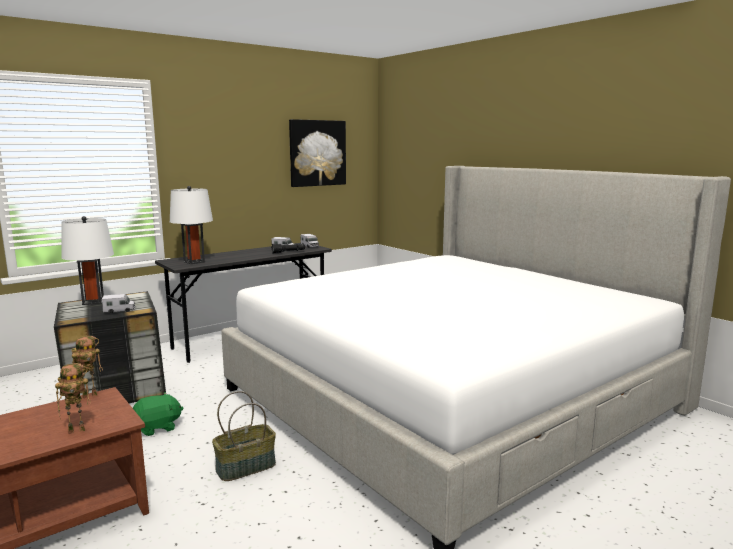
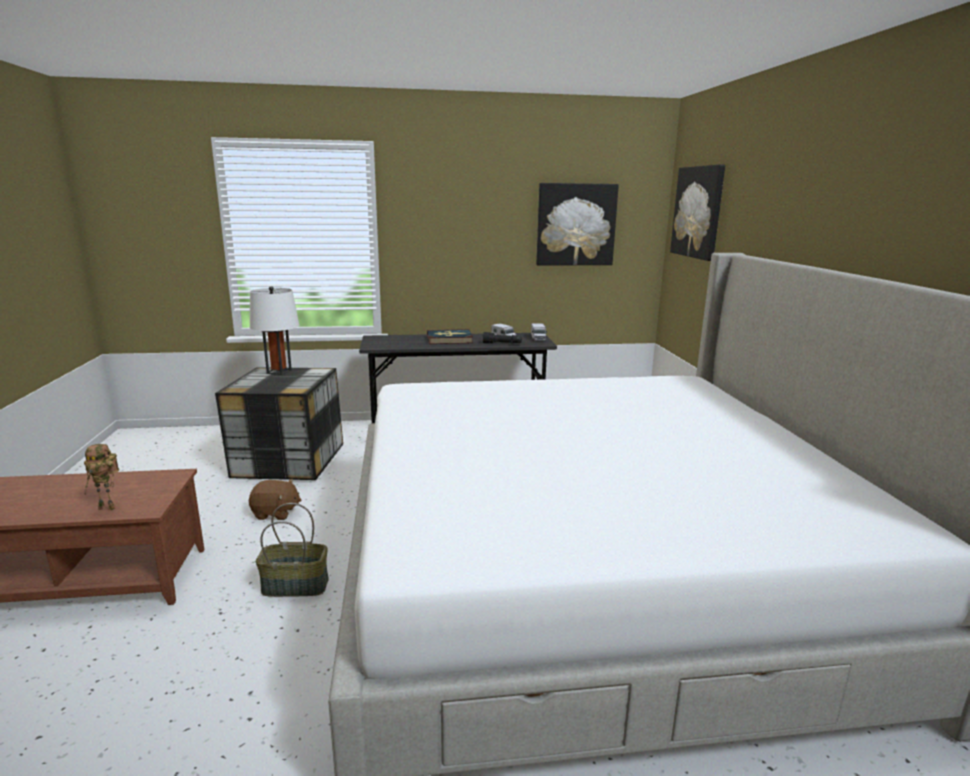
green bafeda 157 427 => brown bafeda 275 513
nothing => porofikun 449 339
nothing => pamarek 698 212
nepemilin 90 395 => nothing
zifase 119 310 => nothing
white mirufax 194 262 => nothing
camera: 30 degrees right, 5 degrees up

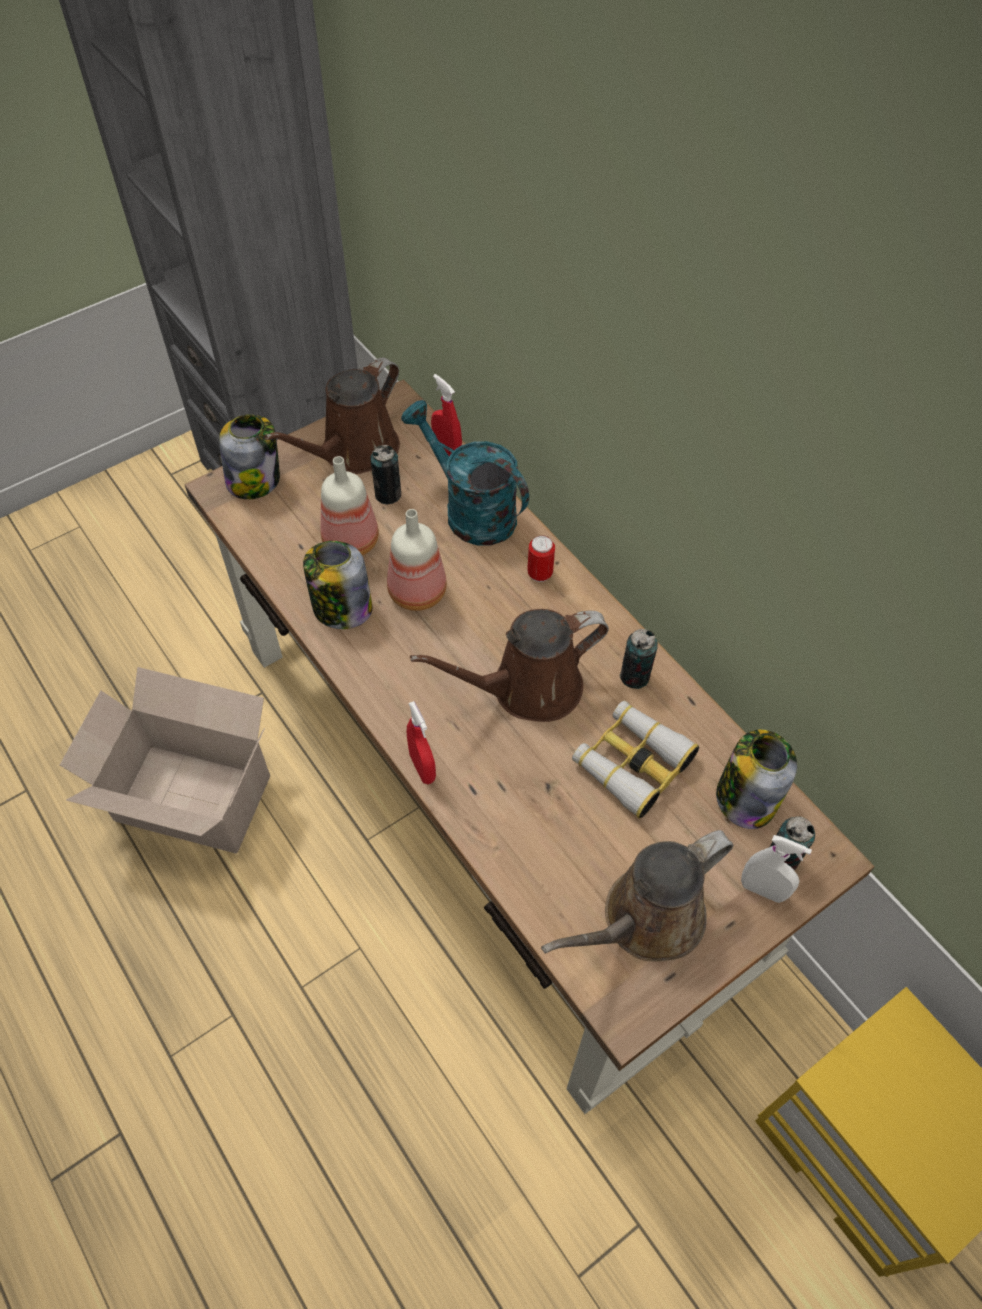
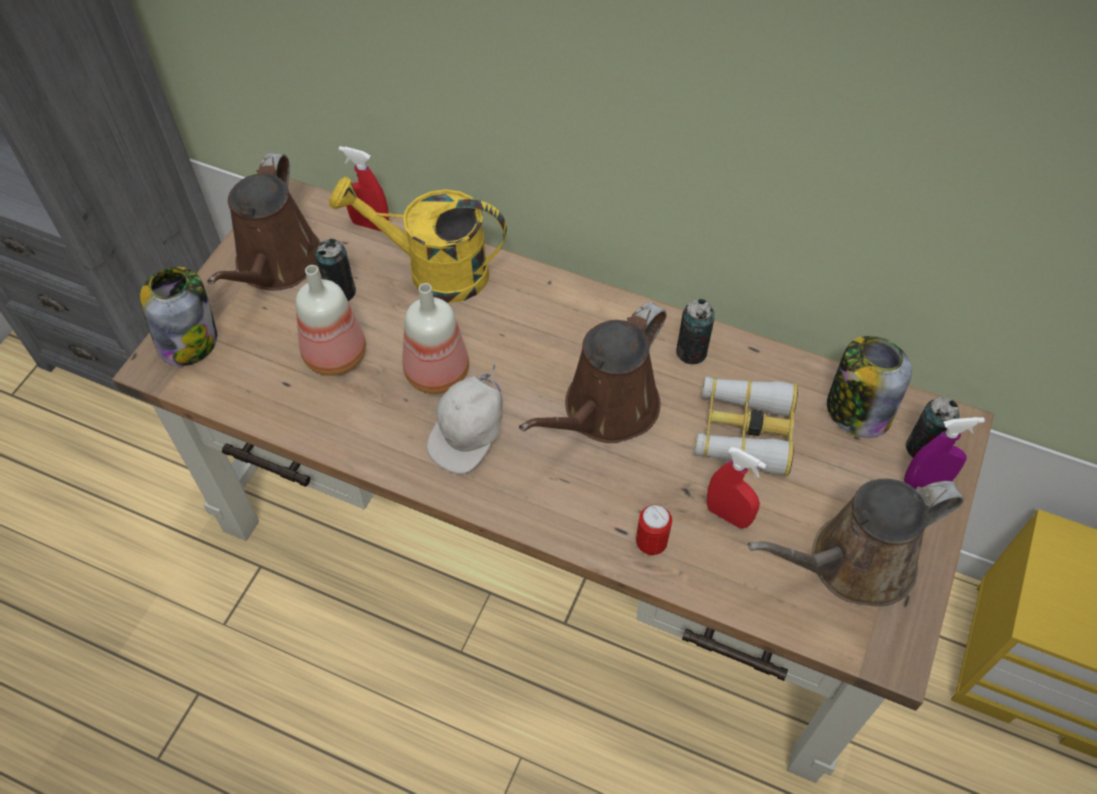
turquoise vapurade 470 510 => yellow vapurade 433 271
nothing => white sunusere 469 435
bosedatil 539 574 => bosedatil 651 543, moved
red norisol 422 768 => red norisol 728 515, moved
brown vapurade 645 920 => brown vapurade 852 564, 45 degrees clockwise
white norisol 763 890 => purple norisol 925 482
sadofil 189 796 => nothing
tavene 341 608 => nothing
camera: 30 degrees left, 0 degrees up

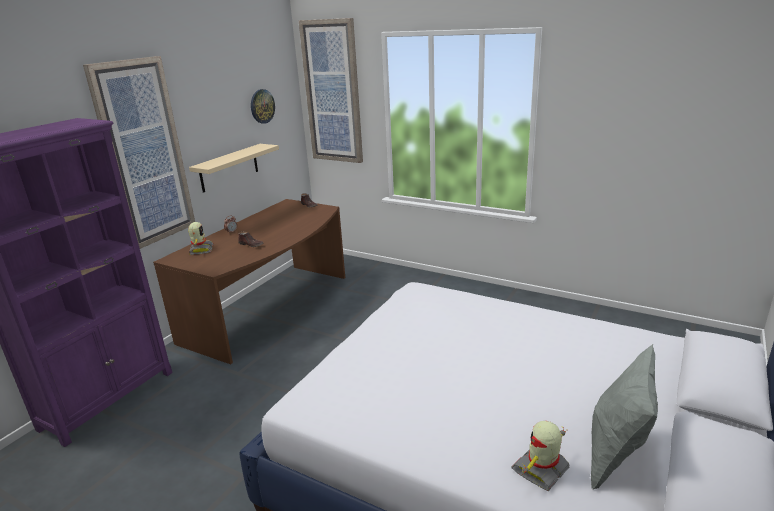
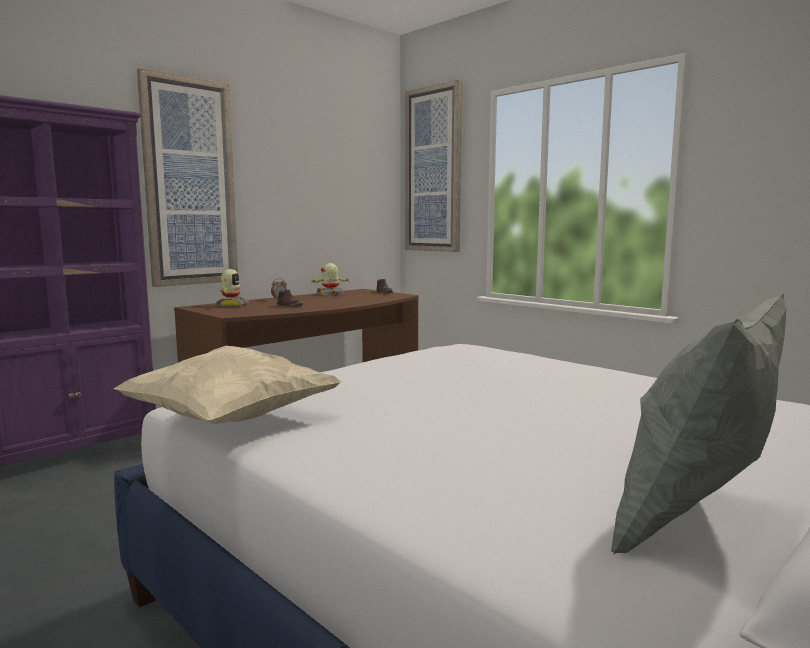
nothing => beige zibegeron 232 421
nepemilin 541 470 => nepemilin 330 294, moved
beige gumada 229 168 => nothing
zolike 262 106 => nothing
camera: 15 degrees right, 15 degrees down

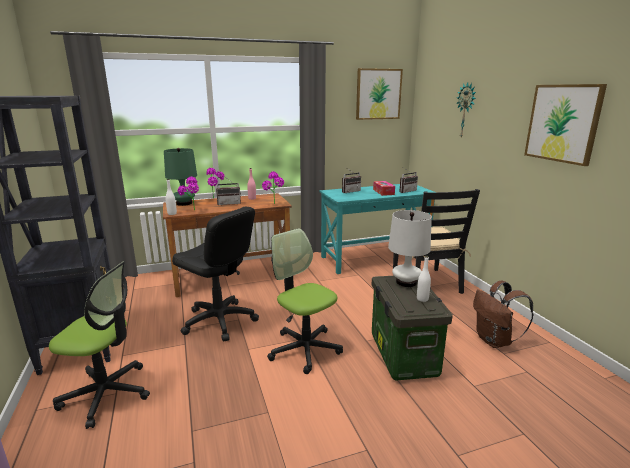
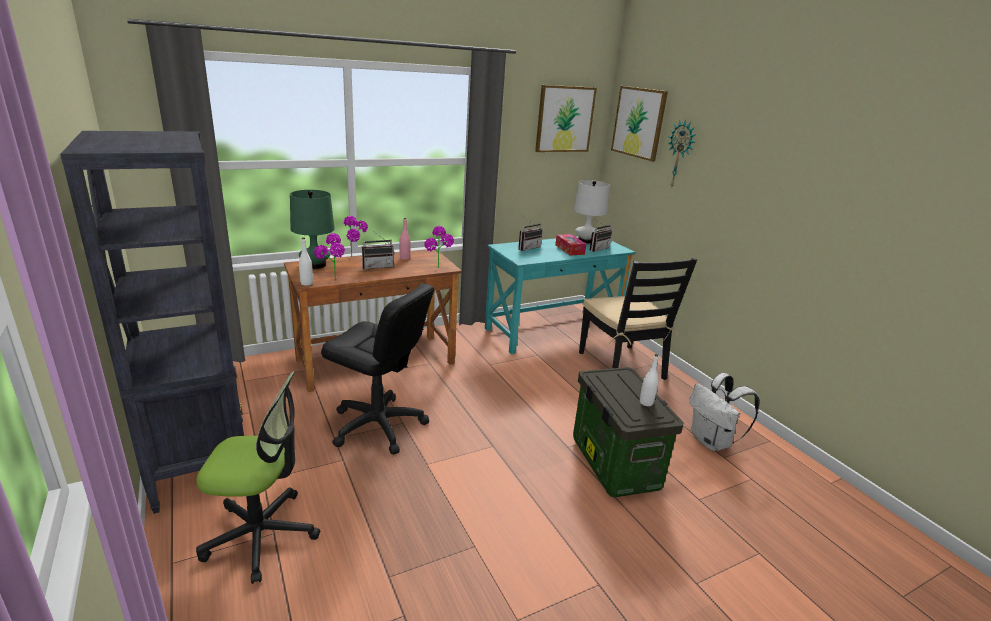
white mirufax 406 282 => white mirufax 586 240, moved
pamarek 563 123 => pamarek 639 122, moved
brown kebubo 495 341 => white kebubo 712 442
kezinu 305 349 => nothing
camera: 10 degrees left, 5 degrees up

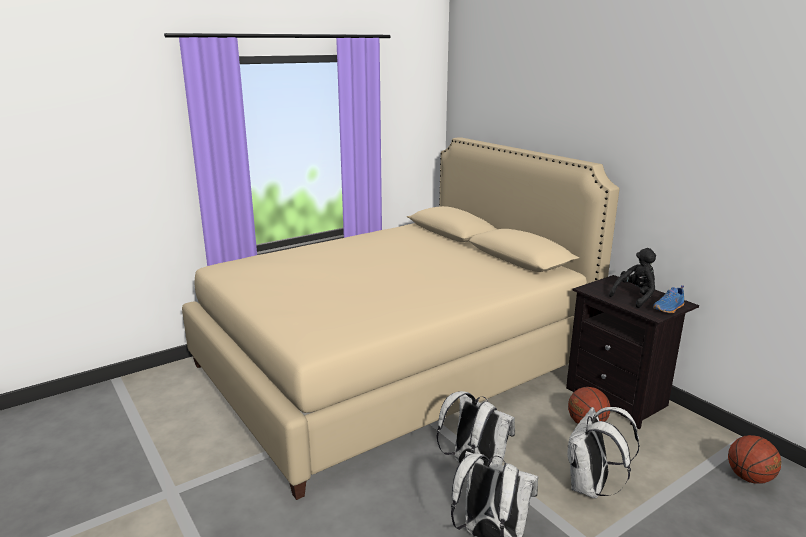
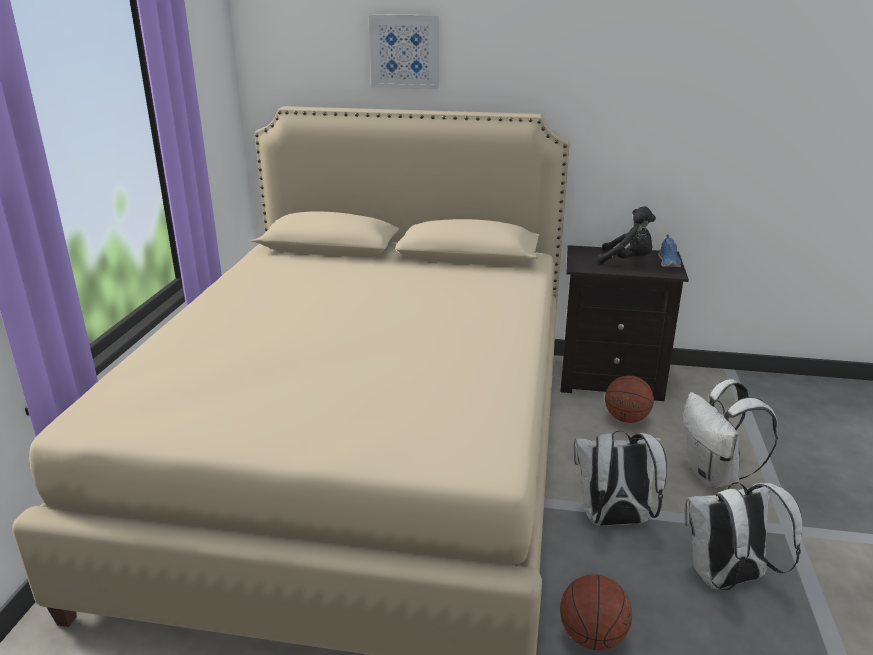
nothing => pamarek 404 51
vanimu 749 478 => vanimu 592 637, moved
black bafeda 635 297 => black bafeda 627 261, 105 degrees clockwise
camera: 45 degrees left, 5 degrees up

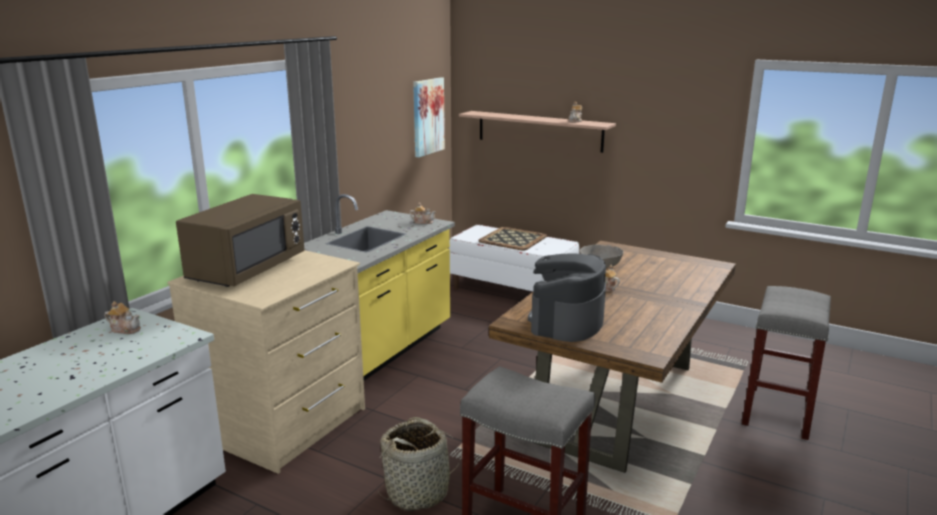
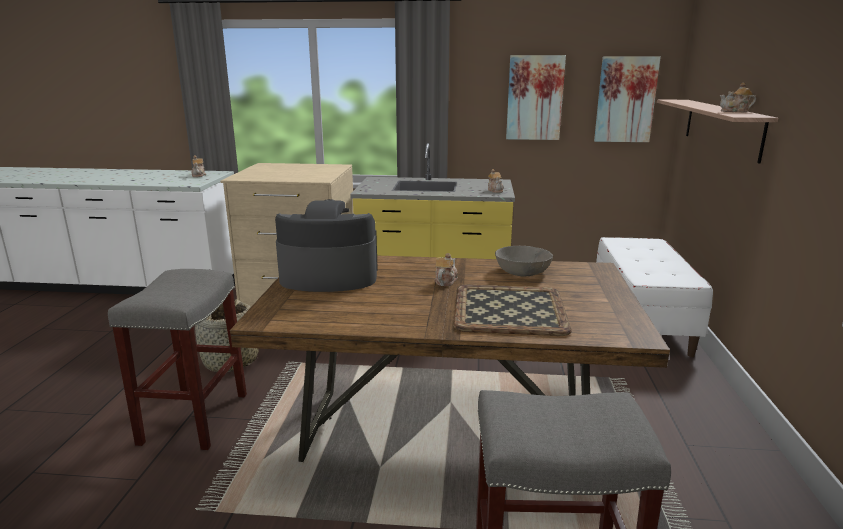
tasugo 512 239 => tasugo 510 309, moved
nothing => pamarek 534 98
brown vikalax 247 269 => nothing
camera: 65 degrees right, 0 degrees up

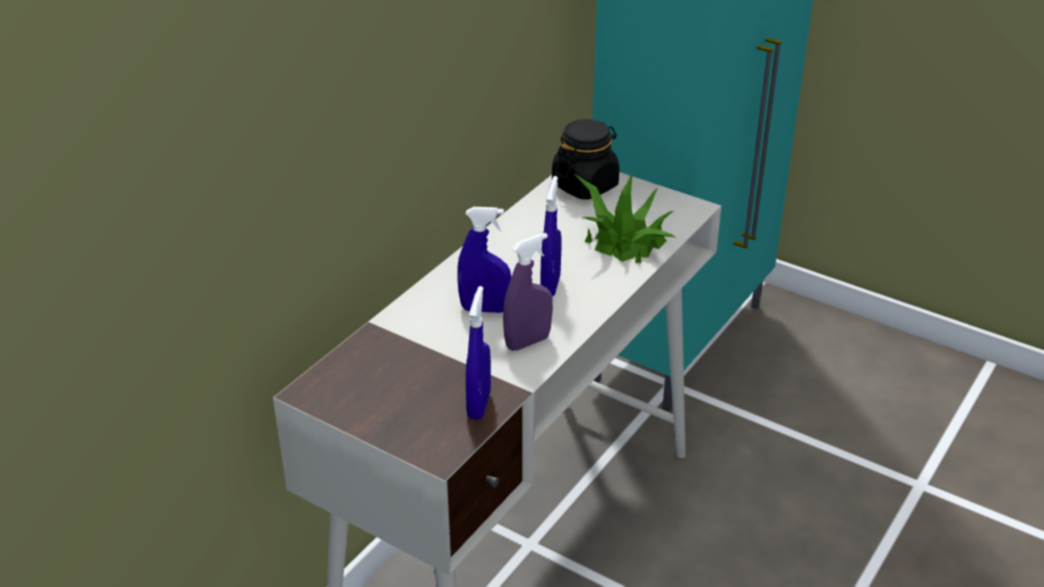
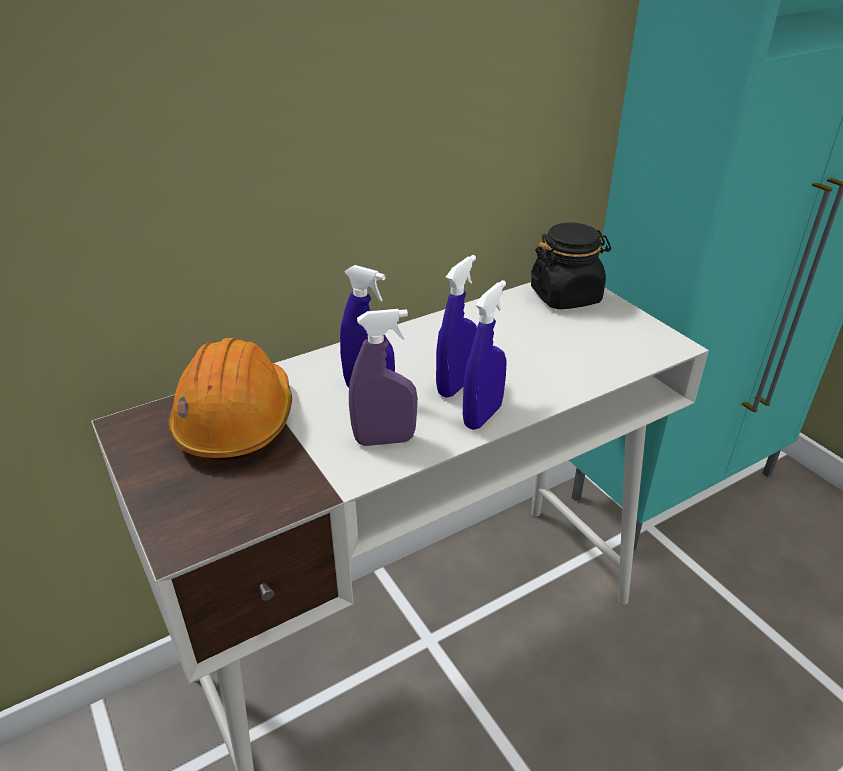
nothing => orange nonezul 236 420
blue norisol 479 405 => blue norisol 482 416, moved
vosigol 624 240 => nothing
camera: 25 degrees right, 0 degrees up

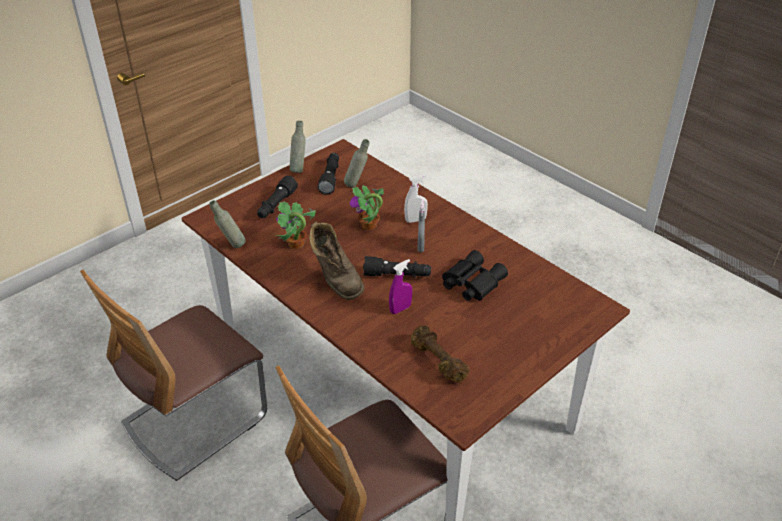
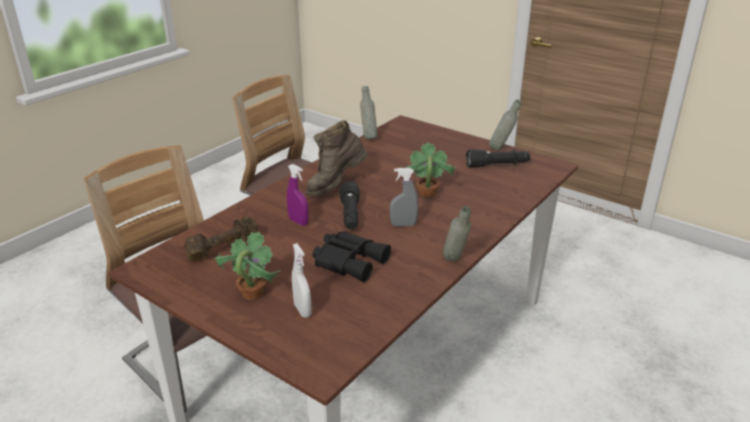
vosigol 296 244 => vosigol 251 293, moved
white norisol 415 220 => white norisol 302 310, moved
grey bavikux 357 184 => grey bavikux 455 262, moved
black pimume 276 205 => nothing
camera: 80 degrees right, 10 degrees down

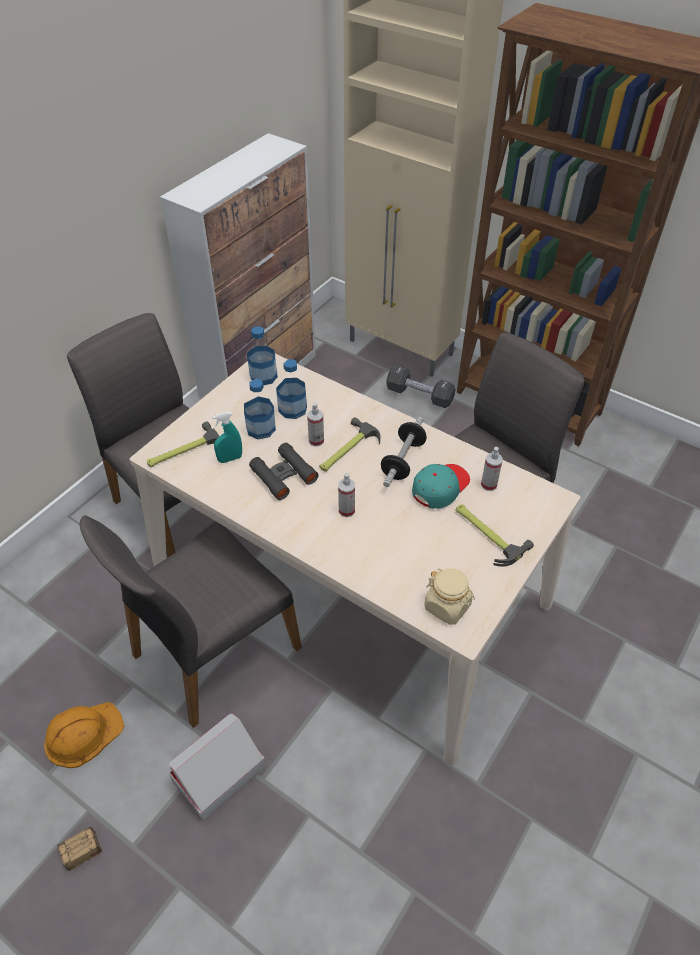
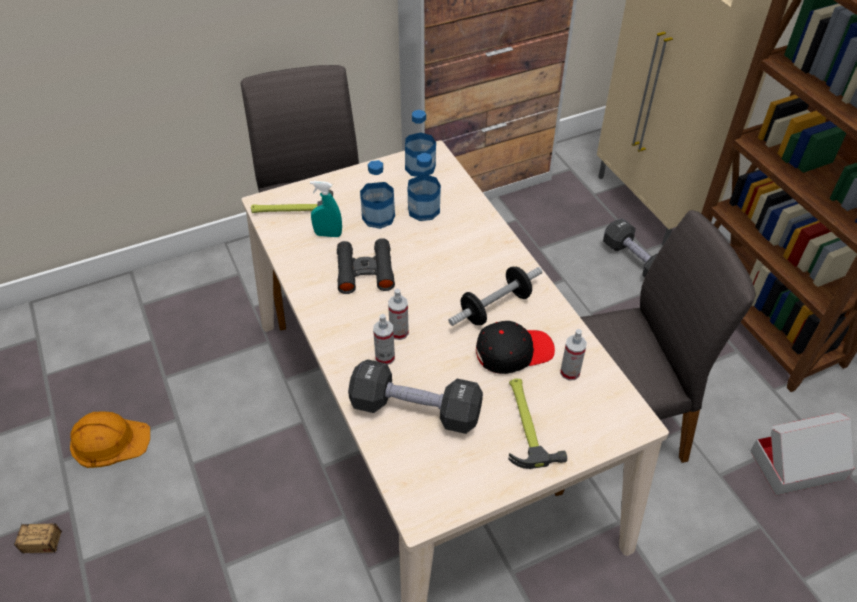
nothing => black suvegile 415 409
norisol 316 440 => norisol 385 357, moved
turquoise sunusere 440 487 => black sunusere 513 352
sadofil 219 774 => sadofil 797 465, moved
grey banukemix 213 651 => nothing
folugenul 347 450 => nothing
beige tavene 447 606 => nothing
camera: 30 degrees right, 0 degrees up

